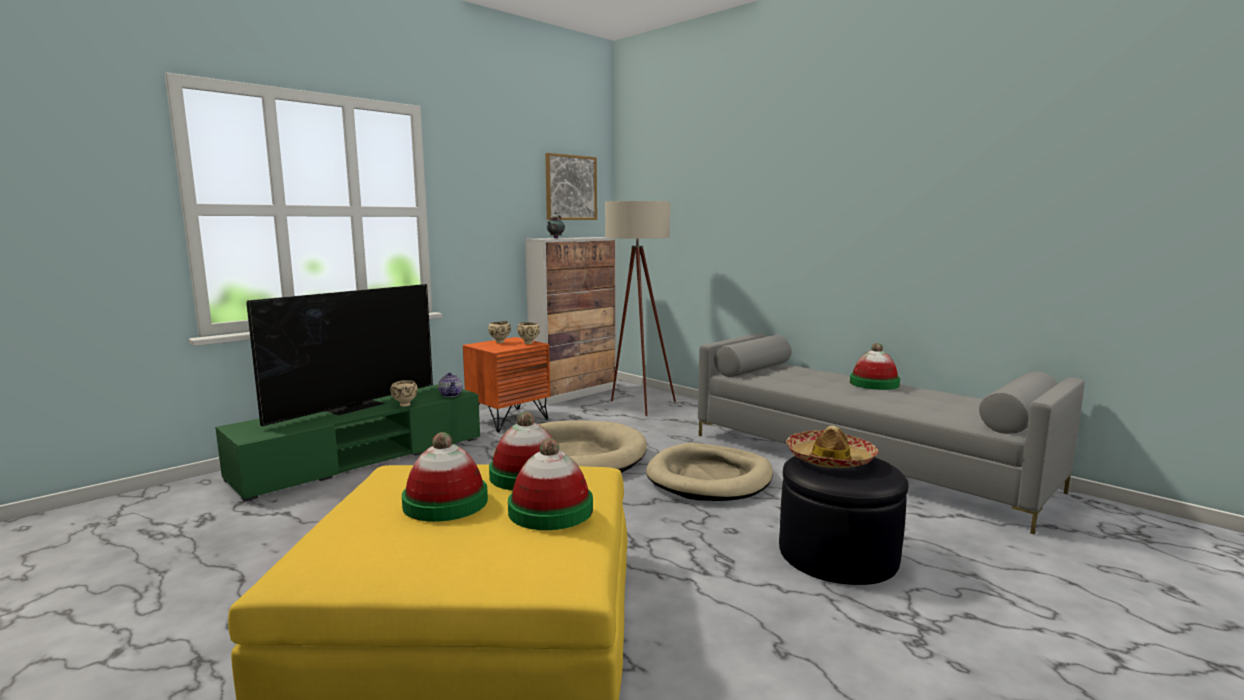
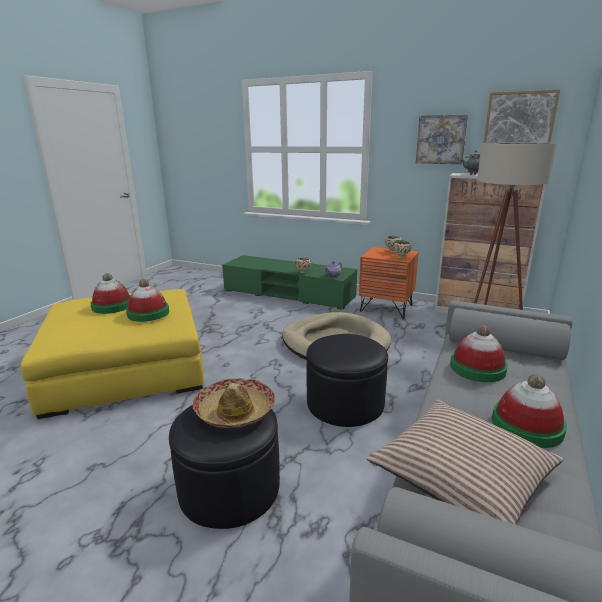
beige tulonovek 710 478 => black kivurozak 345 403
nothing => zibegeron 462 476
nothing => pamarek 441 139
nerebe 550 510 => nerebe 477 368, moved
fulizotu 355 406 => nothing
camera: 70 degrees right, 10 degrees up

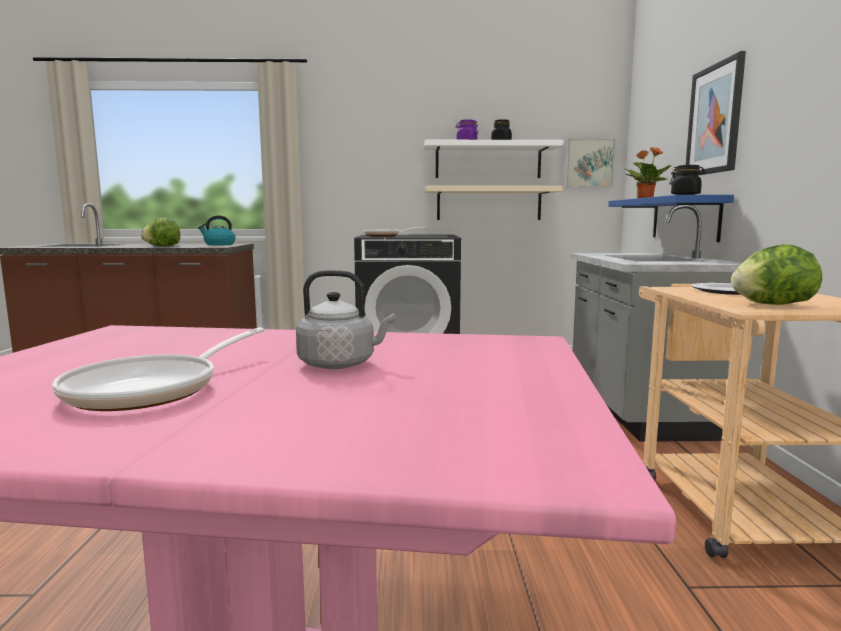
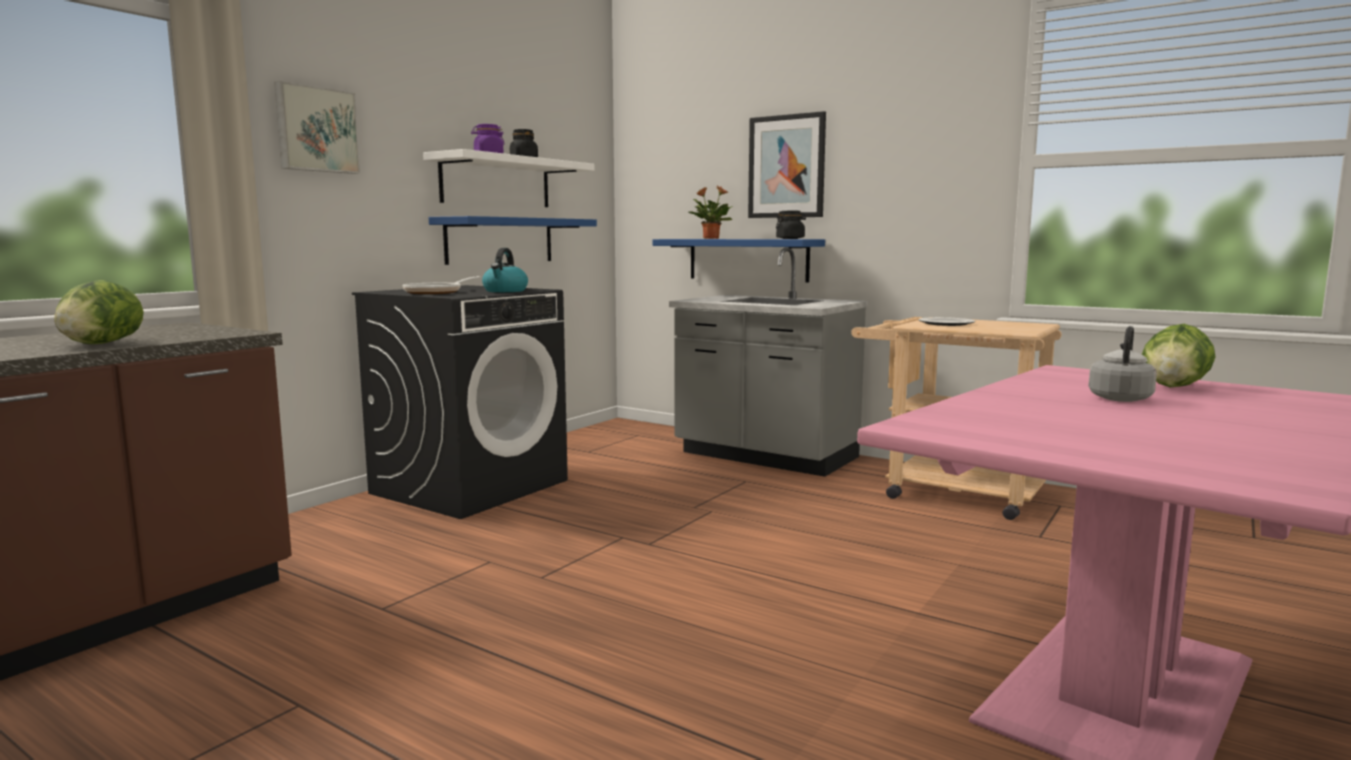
pamarek 588 163 => pamarek 316 130, moved
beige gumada 489 203 => blue gumada 500 240
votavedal 219 244 => votavedal 505 291, moved
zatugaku 772 304 => zatugaku 1174 387, moved
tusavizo 153 389 => nothing
camera: 55 degrees left, 0 degrees up

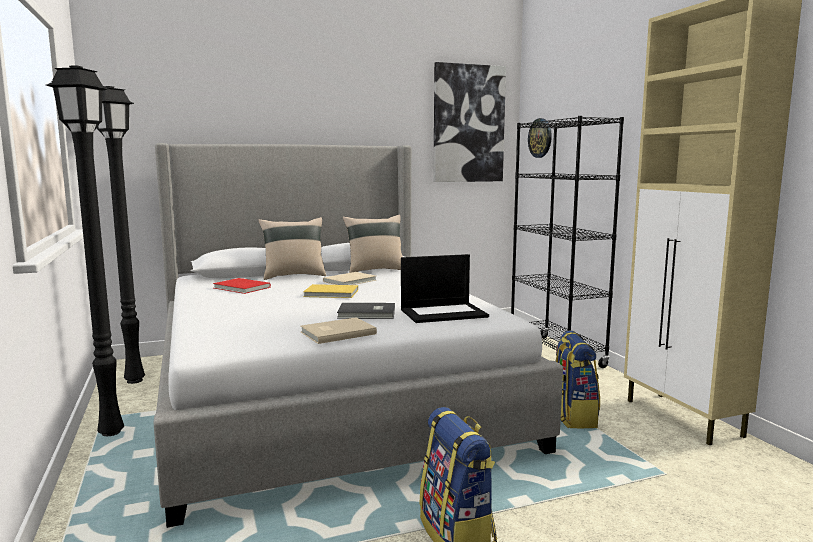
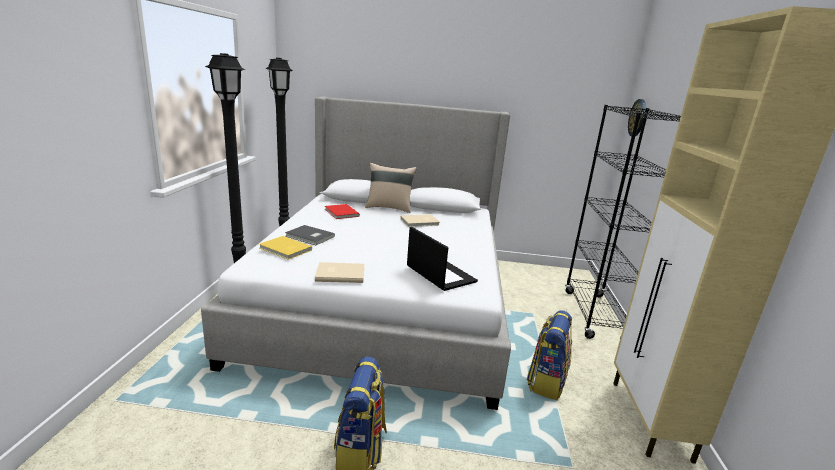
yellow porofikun 332 293 => yellow porofikun 285 249, moved
grey porofikun 367 313 => grey porofikun 309 237, moved
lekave 444 313 => lekave 439 274, 135 degrees counterclockwise
beige zibegeron 375 270 => nothing
pamarek 468 124 => nothing
camera: 25 degrees right, 10 degrees up

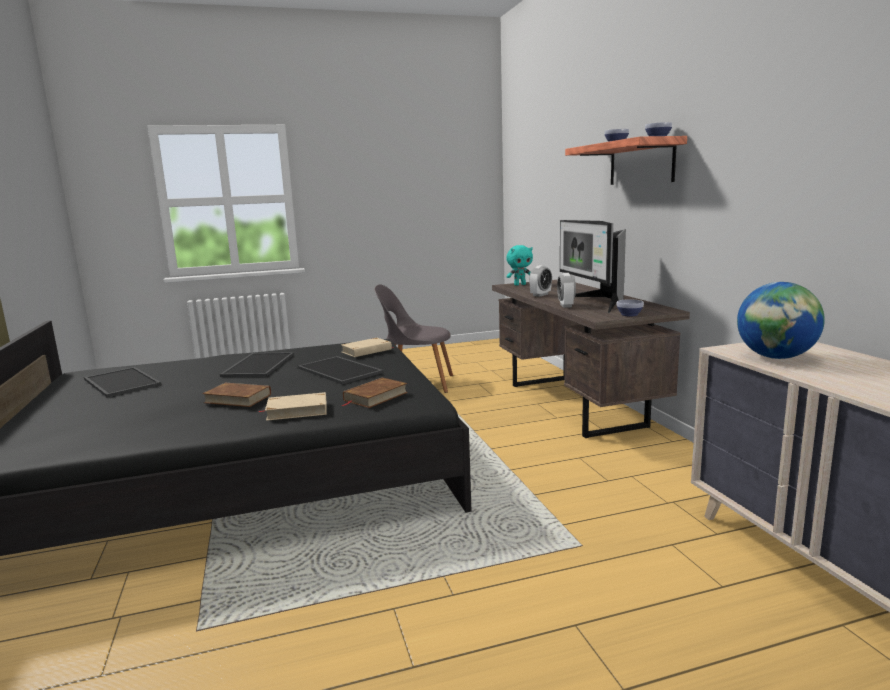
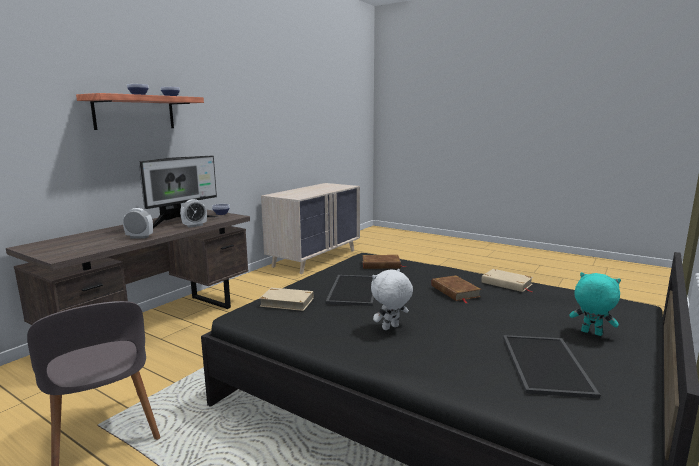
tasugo 258 365 => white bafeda 391 328
beige porofikun 297 410 => beige porofikun 506 283, moved
turquoise bafeda 520 284 => turquoise bafeda 591 333, moved
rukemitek 776 357 => nothing
camera: 130 degrees left, 0 degrees up

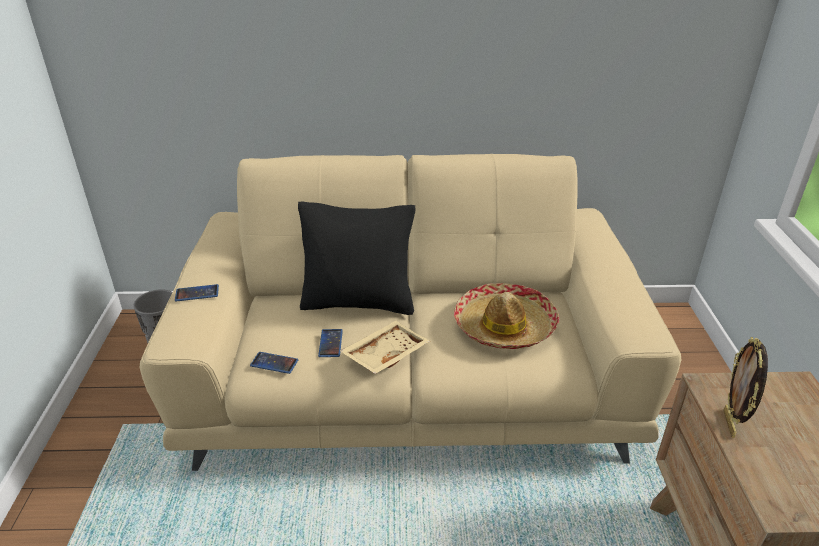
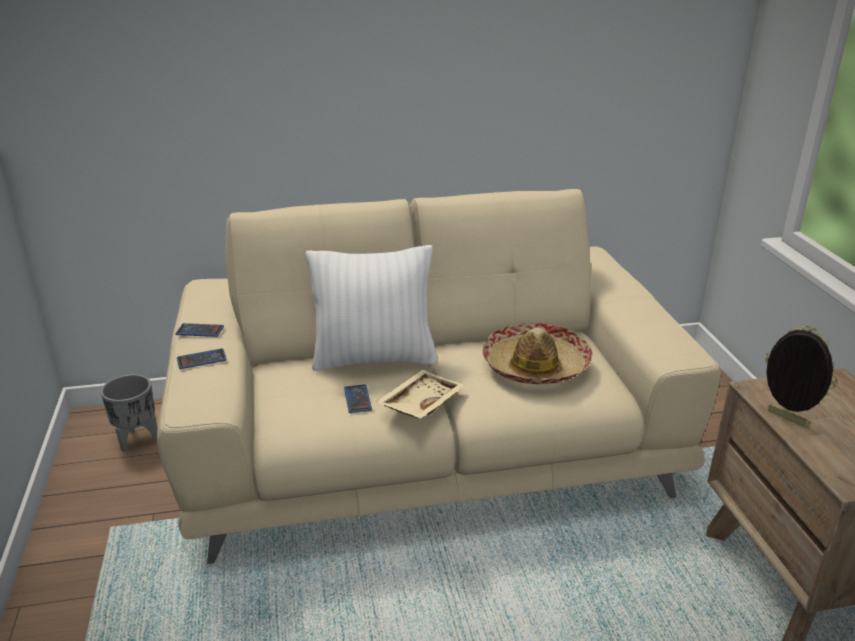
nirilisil 274 363 => nirilisil 200 331, moved
black zibegeron 358 303 => white zibegeron 374 358
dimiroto 730 424 => dimiroto 786 419, 135 degrees clockwise
camera: 10 degrees left, 5 degrees down

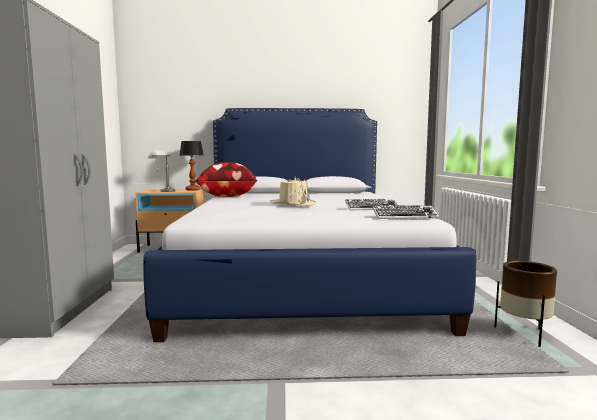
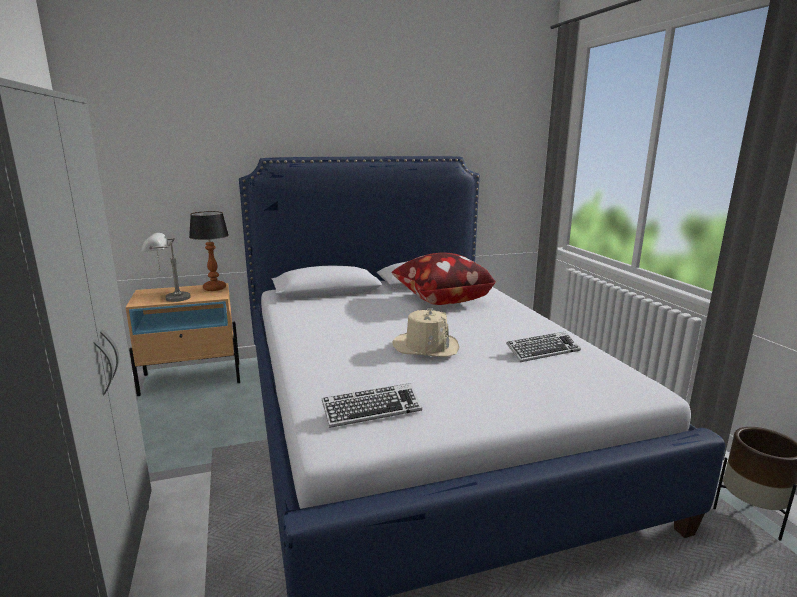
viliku 404 217 => viliku 372 410, moved
zibegeron 227 196 => zibegeron 440 300, moved
camera: 15 degrees left, 10 degrees up

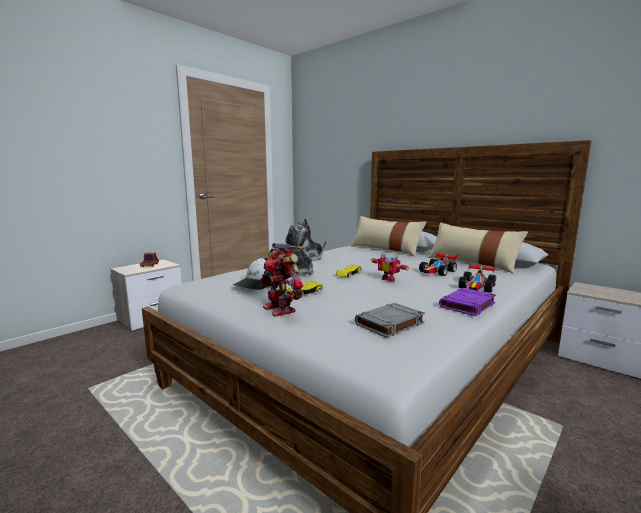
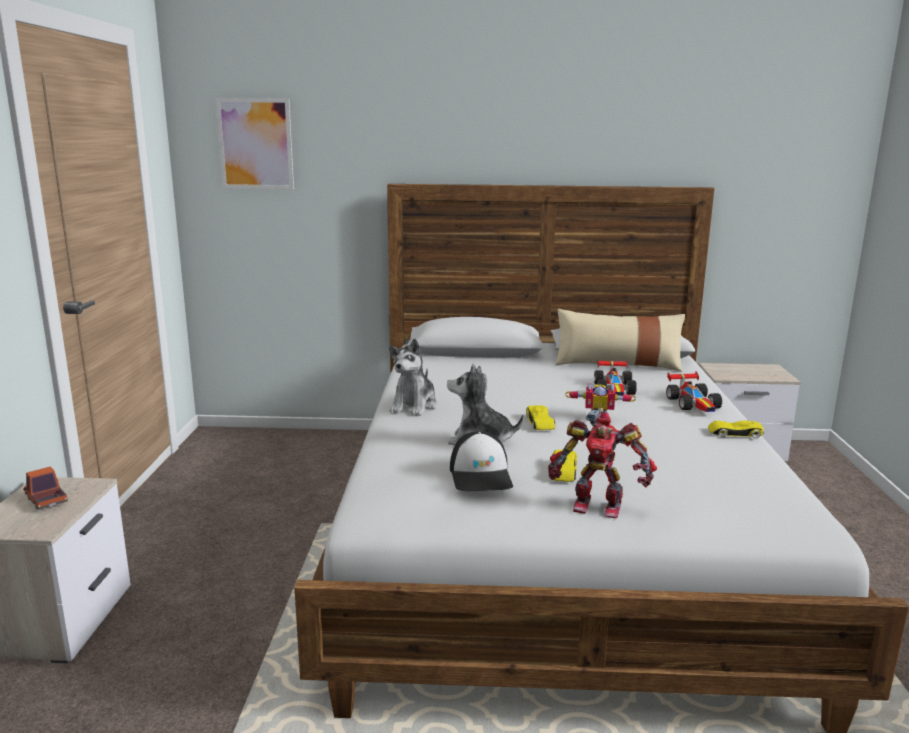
nothing => pamarek 255 144
purple porofikun 467 305 => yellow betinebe 734 433
beige zibegeron 385 249 => nothing
grey porofikun 389 324 => nothing
camera: 40 degrees left, 5 degrees up

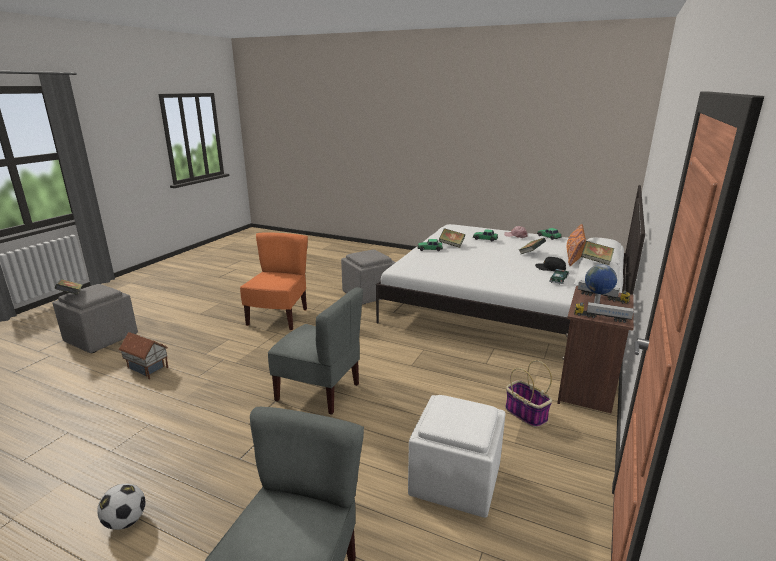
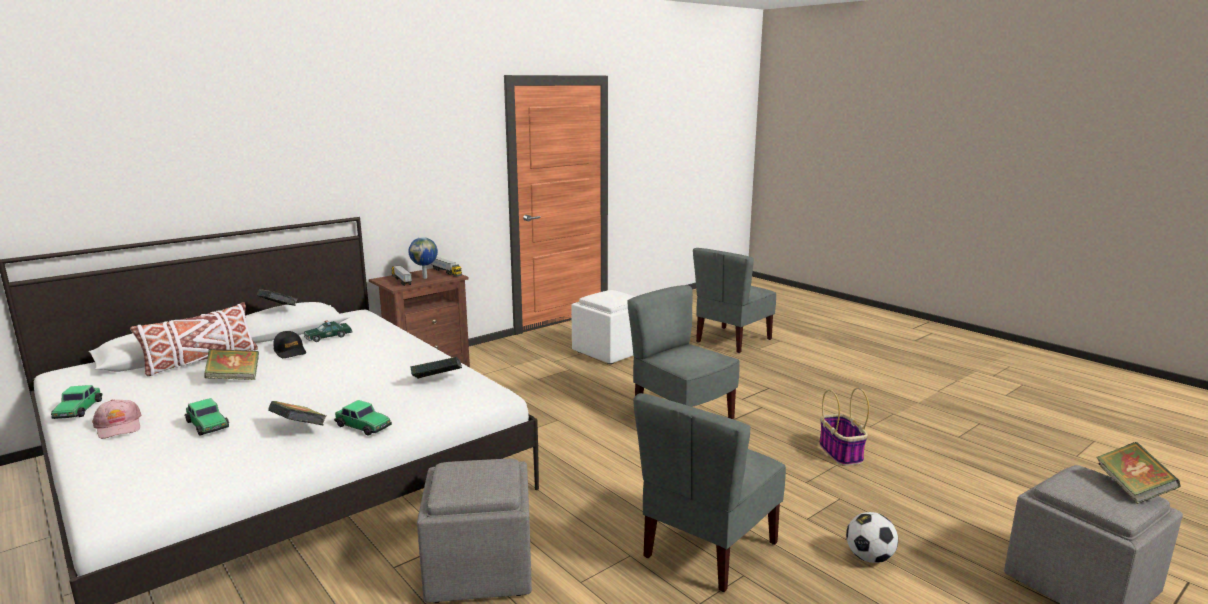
orange zibegeron 574 257 => white zibegeron 201 361
nothing => porofikun 437 381
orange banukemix 279 317 => grey banukemix 708 549
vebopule 525 413 => vebopule 841 453, moved
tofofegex 126 521 => tofofegex 869 557, moved
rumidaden 147 369 => nothing
camera: 155 degrees left, 5 degrees down

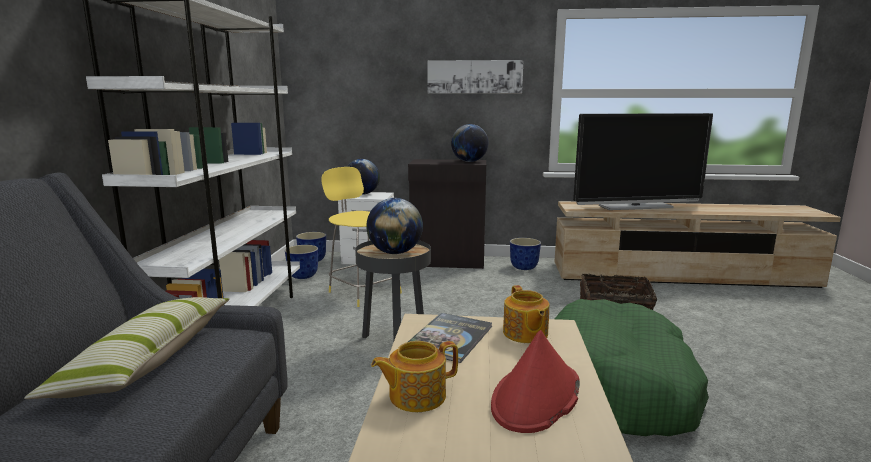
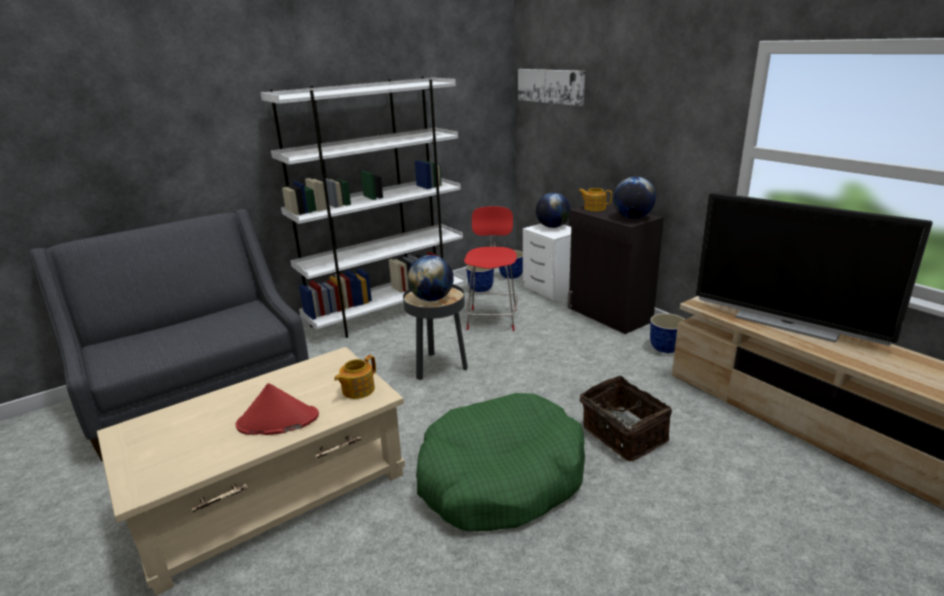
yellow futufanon 363 292 => red futufanon 492 318
pamarek 474 77 => pamarek 550 86, moved
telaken 416 396 => telaken 594 208, moved
zibegeron 147 361 => nothing
porofikun 450 338 => nothing
camera: 50 degrees right, 10 degrees up

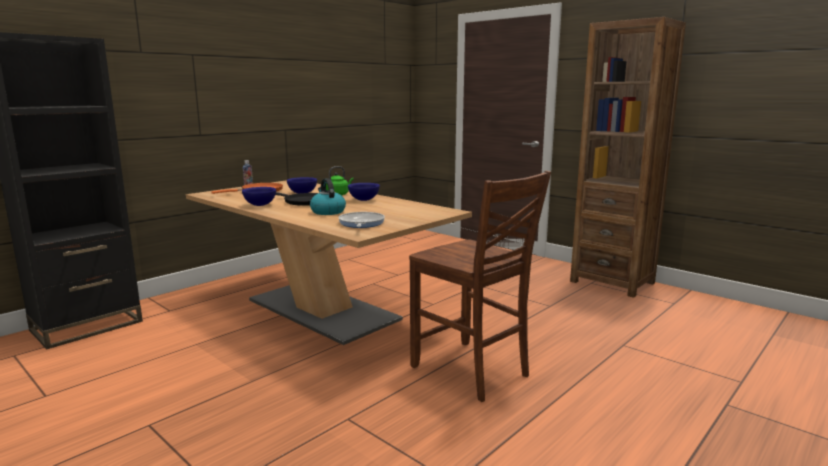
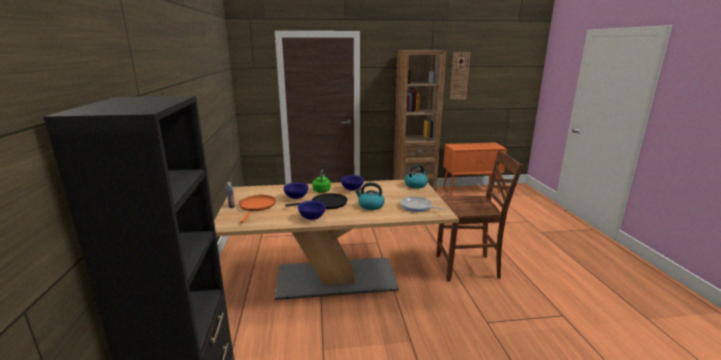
nothing => votavedal 416 185
nothing => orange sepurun 471 190
nothing => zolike 459 76
camera: 50 degrees left, 5 degrees up

